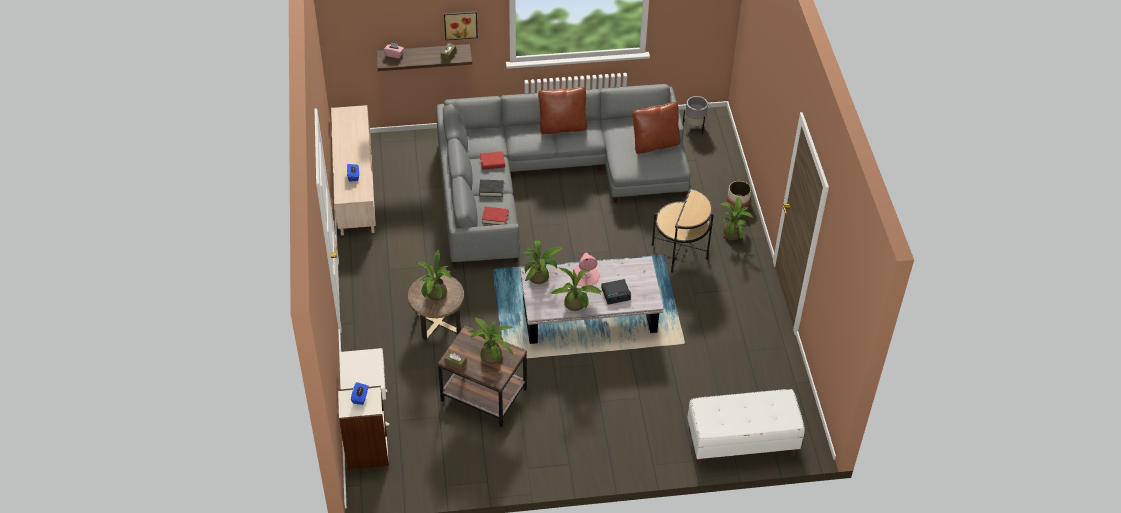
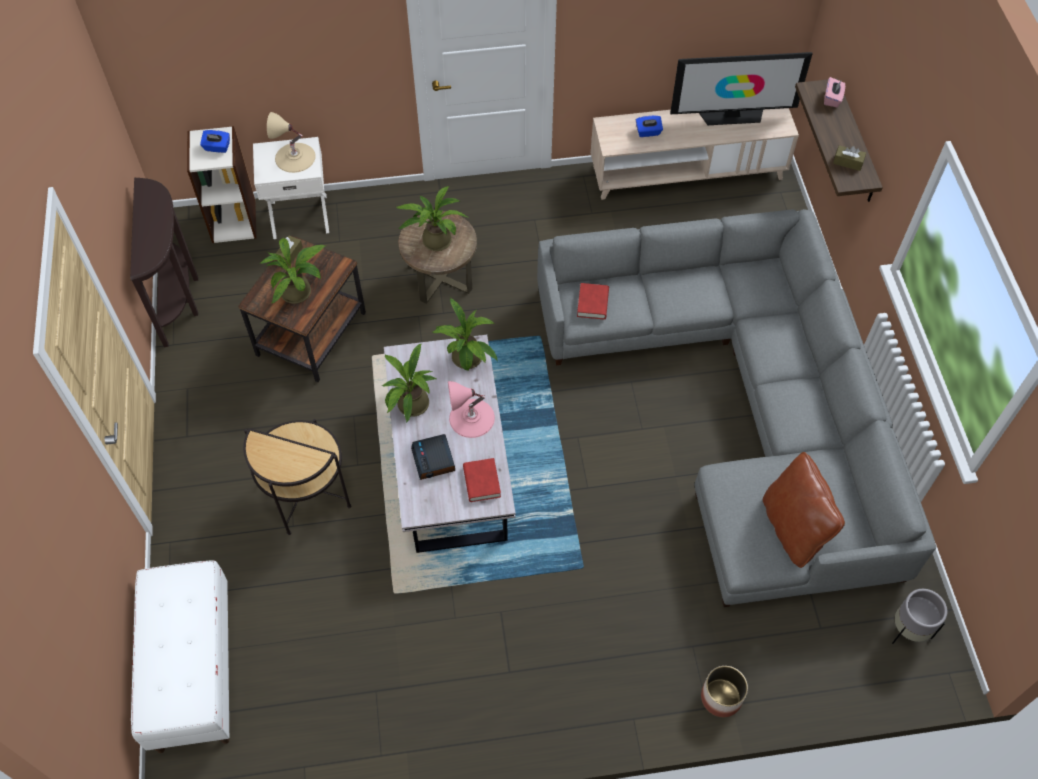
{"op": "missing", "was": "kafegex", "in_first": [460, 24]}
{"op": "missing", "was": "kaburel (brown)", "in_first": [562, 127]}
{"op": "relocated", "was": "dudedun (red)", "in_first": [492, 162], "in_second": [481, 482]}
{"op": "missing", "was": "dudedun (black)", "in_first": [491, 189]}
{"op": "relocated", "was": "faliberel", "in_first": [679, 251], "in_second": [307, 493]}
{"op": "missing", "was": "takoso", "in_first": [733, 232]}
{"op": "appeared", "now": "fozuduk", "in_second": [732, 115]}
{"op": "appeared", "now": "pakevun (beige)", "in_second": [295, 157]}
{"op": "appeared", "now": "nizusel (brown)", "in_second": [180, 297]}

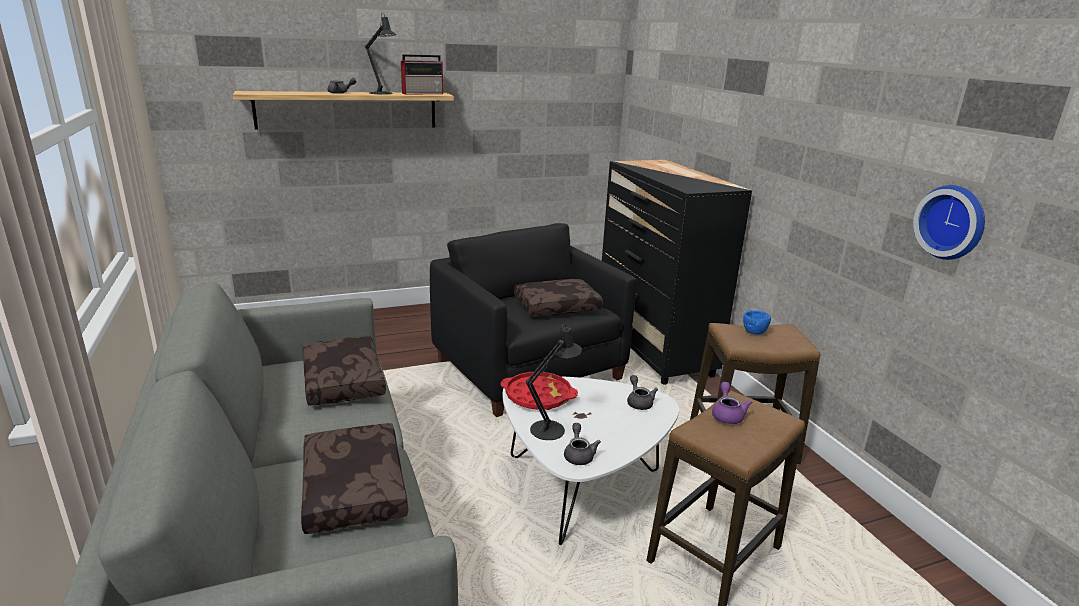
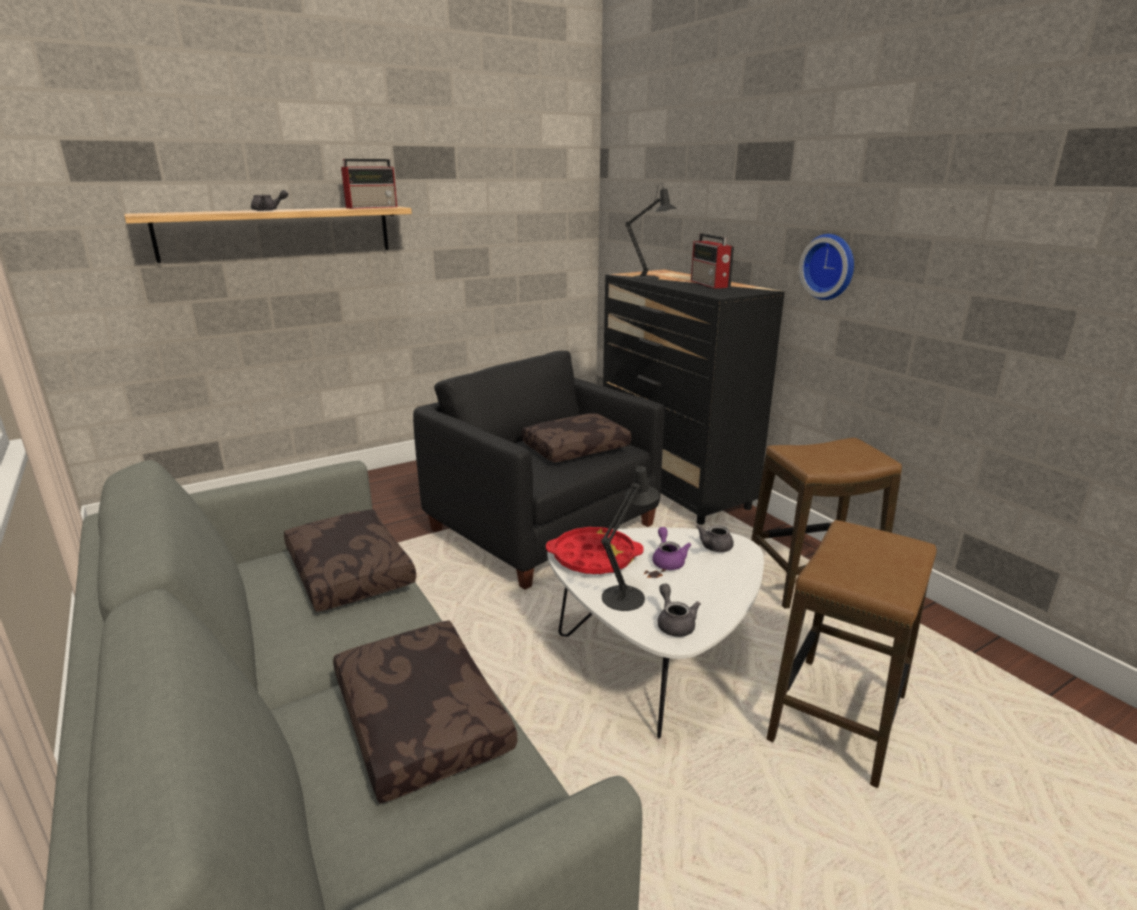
{"op": "relocated", "was": "pakevun (black)", "in_first": [383, 93], "in_second": [649, 278]}
{"op": "relocated", "was": "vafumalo", "in_first": [953, 222], "in_second": [830, 266]}
{"op": "missing", "was": "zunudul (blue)", "in_first": [754, 331]}
{"op": "spun", "was": "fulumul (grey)", "in_first": [639, 402], "in_second": [713, 548], "clockwise": -120}
{"op": "relocated", "was": "fulumul (purple)", "in_first": [727, 414], "in_second": [668, 560]}
{"op": "appeared", "now": "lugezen", "in_second": [710, 284]}

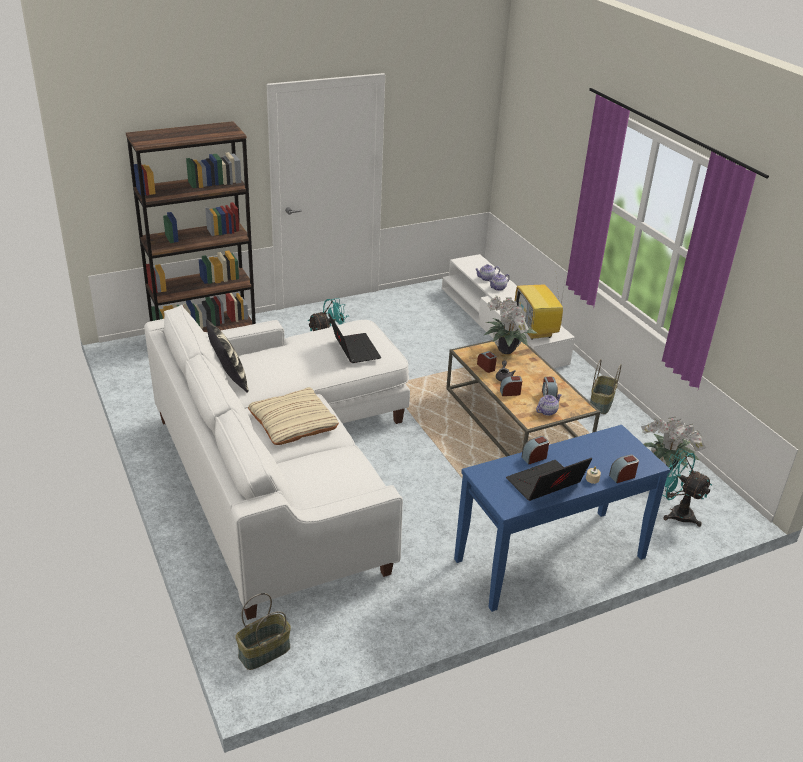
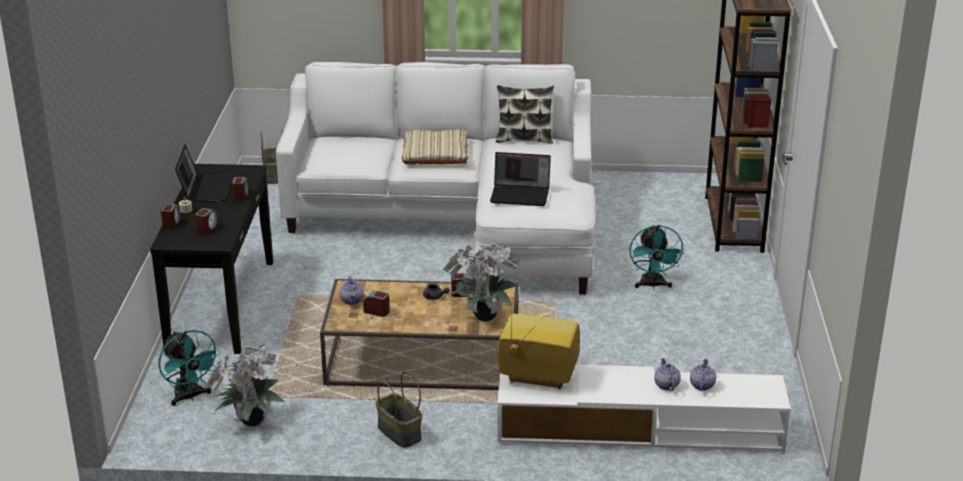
{"op": "relocated", "was": "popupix", "in_first": [510, 392], "in_second": [207, 228]}
{"op": "colour", "was": "nizusel (blue)", "now": "nizusel (black)", "in_first": [550, 559], "in_second": [220, 304]}
{"op": "spun", "was": "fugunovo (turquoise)", "in_first": [675, 512], "in_second": [190, 397], "clockwise": 75}

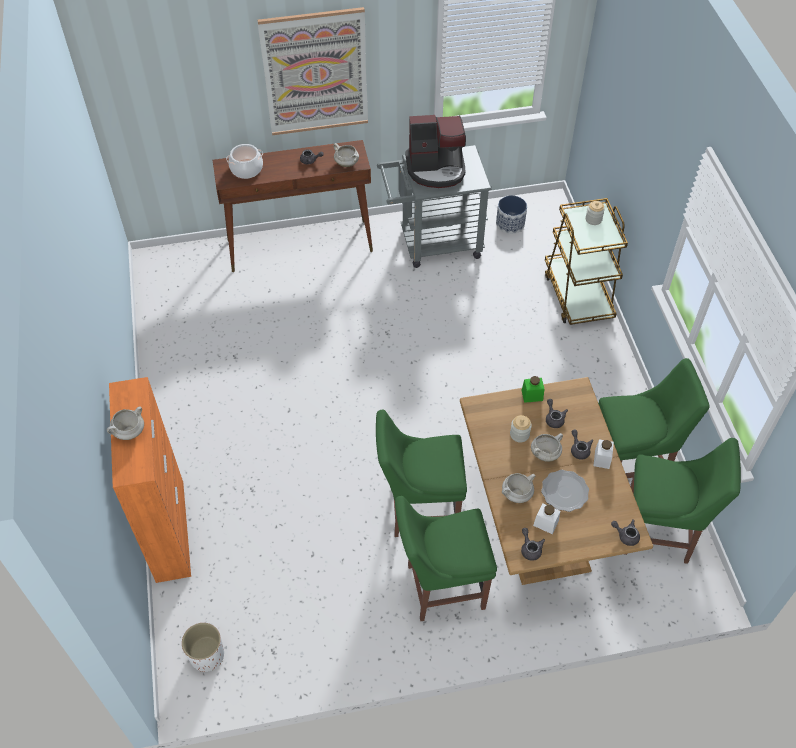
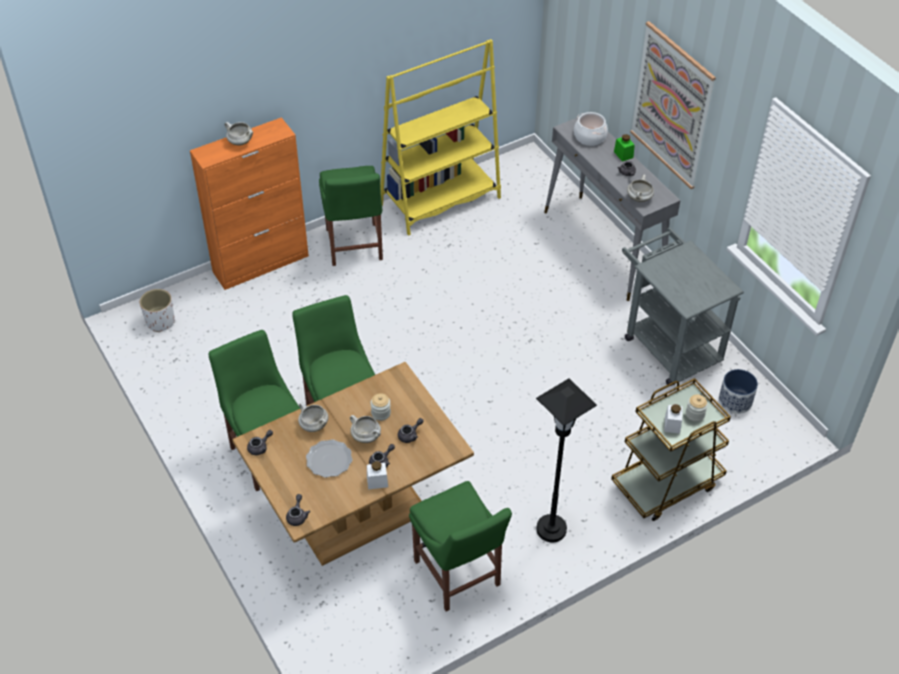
{"op": "missing", "was": "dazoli", "in_first": [436, 169]}
{"op": "colour", "was": "nizusel (brown)", "now": "nizusel (grey)", "in_first": [300, 245], "in_second": [604, 247]}
{"op": "relocated", "was": "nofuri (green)", "in_first": [532, 395], "in_second": [623, 154]}
{"op": "relocated", "was": "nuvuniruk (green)", "in_first": [660, 533], "in_second": [354, 247]}
{"op": "relocated", "was": "nofuri (white)", "in_first": [545, 523], "in_second": [672, 425]}
{"op": "appeared", "now": "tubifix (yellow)", "in_second": [440, 201]}
{"op": "appeared", "now": "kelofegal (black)", "in_second": [551, 529]}

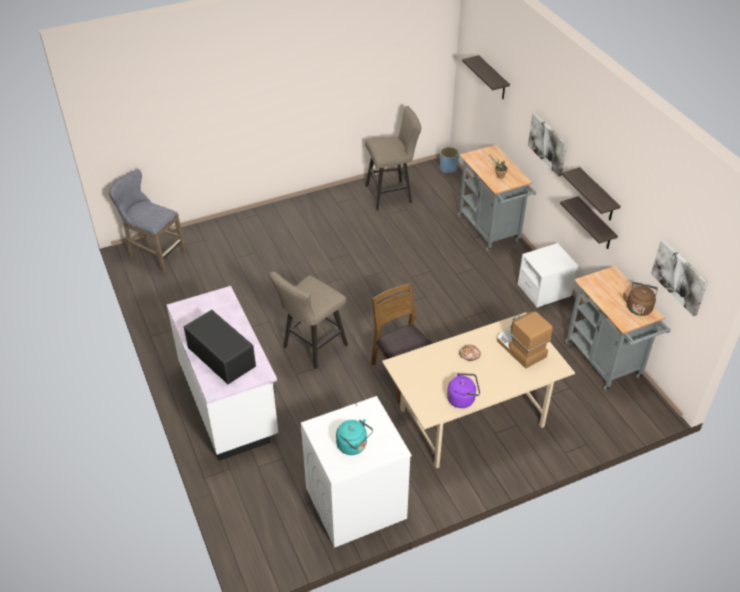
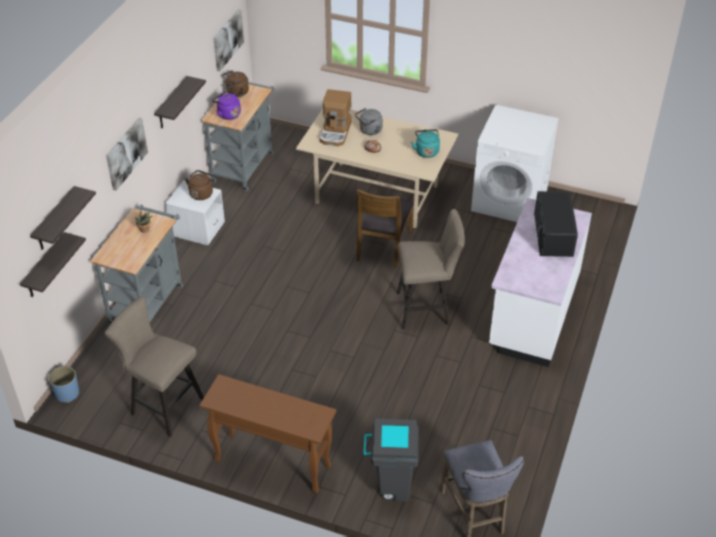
{"op": "relocated", "was": "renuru", "in_first": [595, 224], "in_second": [45, 267]}
{"op": "relocated", "was": "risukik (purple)", "in_first": [462, 399], "in_second": [228, 114]}
{"op": "relocated", "was": "risukik (turquoise)", "in_first": [353, 446], "in_second": [426, 151]}
{"op": "appeared", "now": "risukik (grey)", "in_second": [369, 131]}
{"op": "appeared", "now": "risukik (brown)", "in_second": [202, 193]}
{"op": "appeared", "now": "nizusel (brown)", "in_second": [271, 463]}
{"op": "appeared", "now": "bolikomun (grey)", "in_second": [391, 487]}

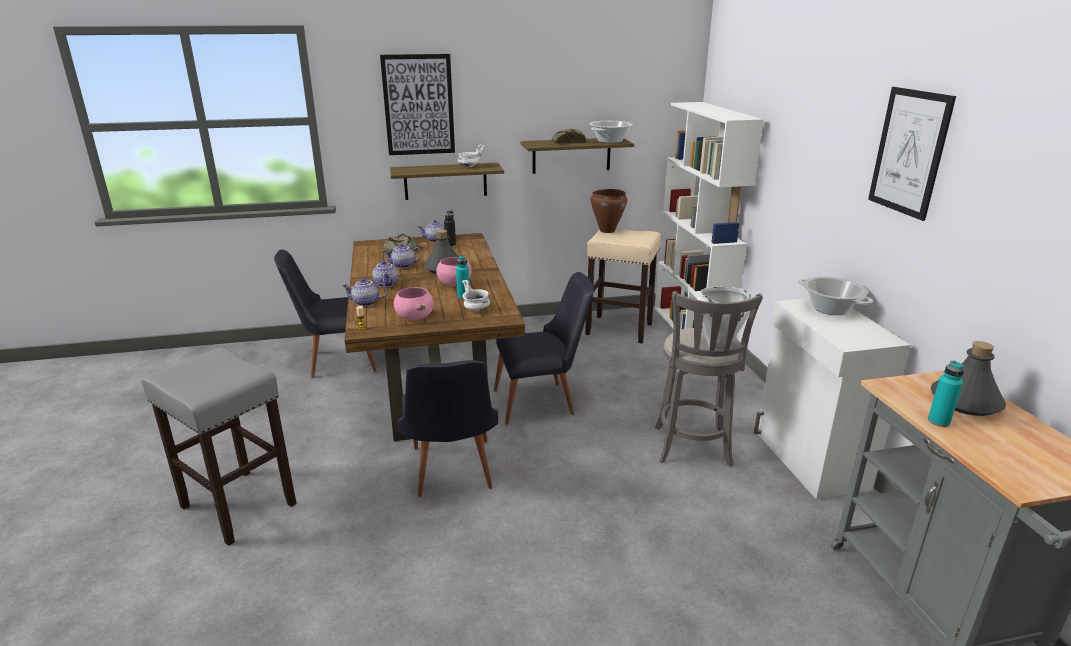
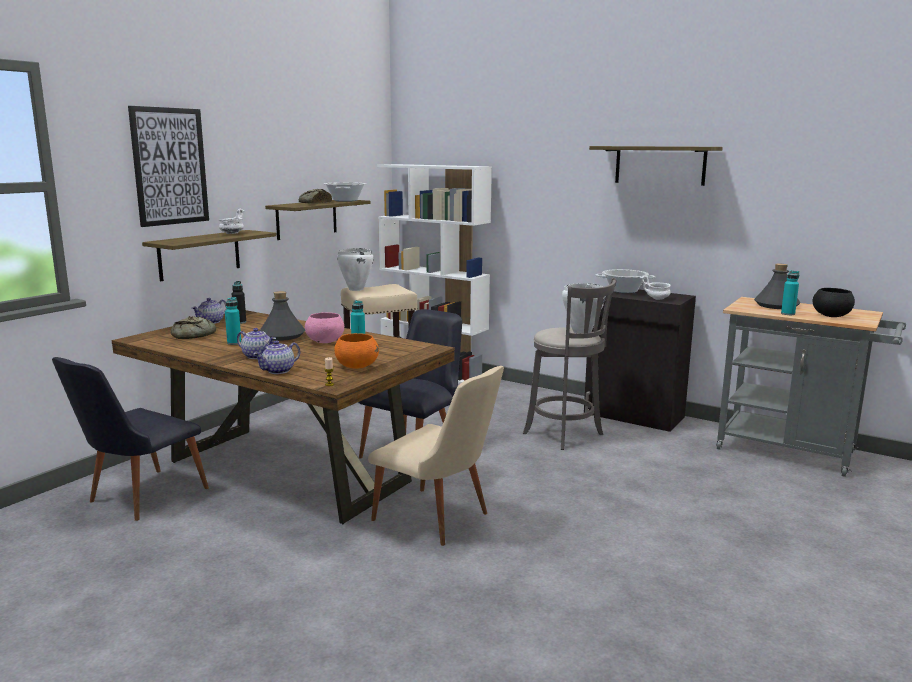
{"op": "exchanged", "was": "kafegex", "now": "renuru", "in_first": [909, 152], "in_second": [660, 165]}
{"op": "colour", "was": "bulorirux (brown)", "now": "bulorirux (white)", "in_first": [606, 231], "in_second": [355, 289]}
{"op": "exchanged", "was": "fulumul", "now": "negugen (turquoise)", "in_first": [403, 266], "in_second": [234, 343]}
{"op": "relocated", "was": "zunudul (white)", "in_first": [475, 309], "in_second": [657, 299]}
{"op": "colour", "was": "zunudul (pink)", "now": "zunudul (orange)", "in_first": [415, 317], "in_second": [356, 366]}
{"op": "colour", "was": "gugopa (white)", "now": "gugopa (black)", "in_first": [809, 460], "in_second": [633, 415]}
{"op": "missing", "was": "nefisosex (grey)", "in_first": [237, 505]}
{"op": "colour", "was": "nuvuniruk (black)", "now": "nuvuniruk (beige)", "in_first": [452, 474], "in_second": [439, 520]}
{"op": "appeared", "now": "zunudul (black)", "in_second": [831, 316]}

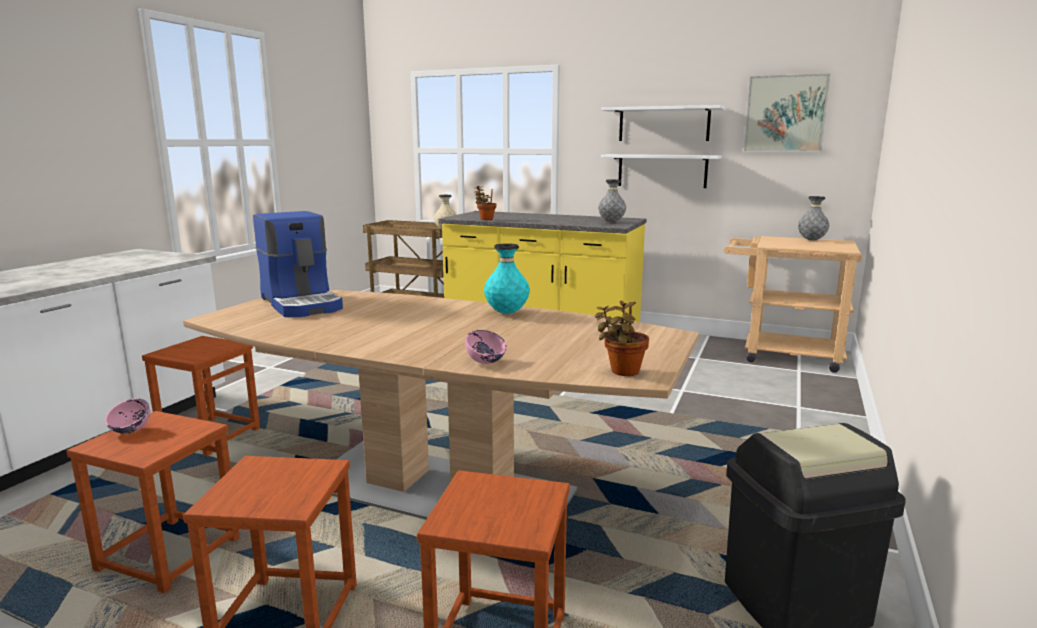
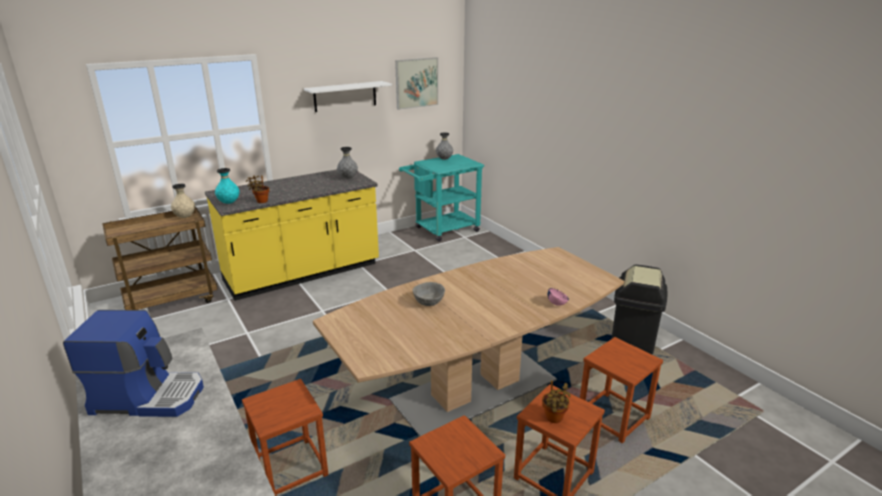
{"op": "missing", "was": "renuru (white)", "in_first": [662, 170]}
{"op": "relocated", "was": "dazoli", "in_first": [303, 303], "in_second": [149, 396]}
{"op": "colour", "was": "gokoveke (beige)", "now": "gokoveke (turquoise)", "in_first": [781, 355], "in_second": [442, 230]}
{"op": "relocated", "was": "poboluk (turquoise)", "in_first": [506, 313], "in_second": [229, 203]}
{"op": "relocated", "was": "takoso", "in_first": [622, 372], "in_second": [554, 419]}
{"op": "missing", "was": "zunudul (pink)", "in_first": [130, 431]}
{"op": "appeared", "now": "zunudul (grey)", "in_second": [429, 302]}

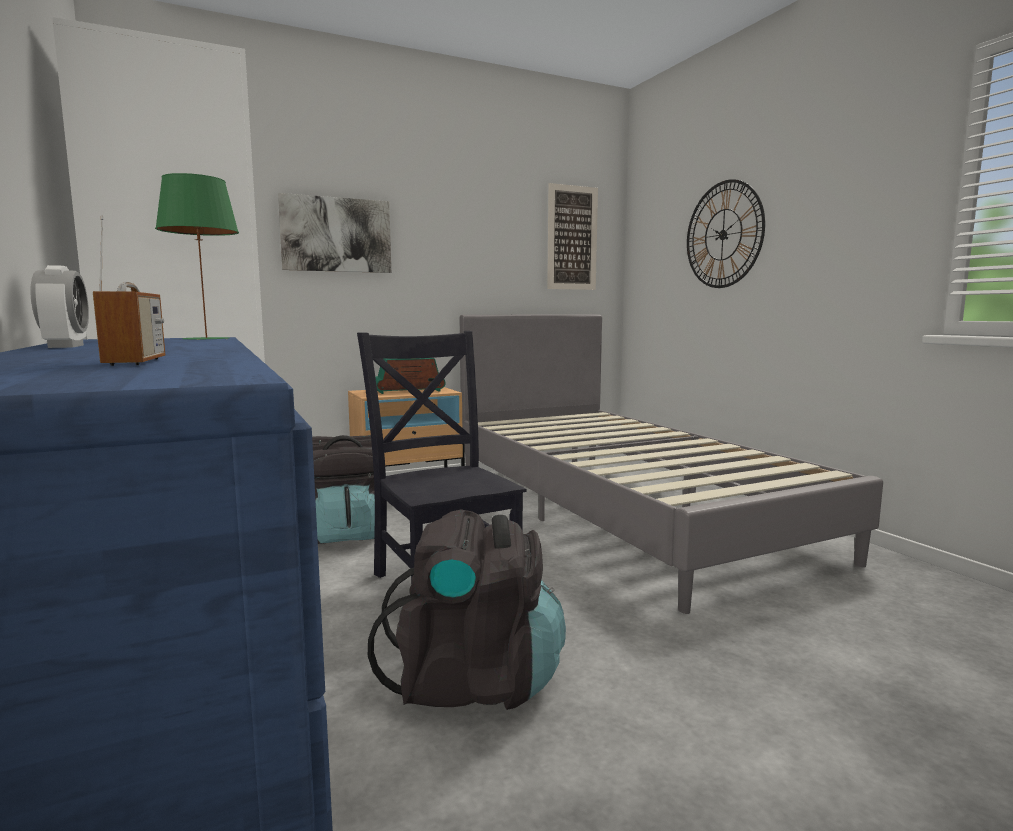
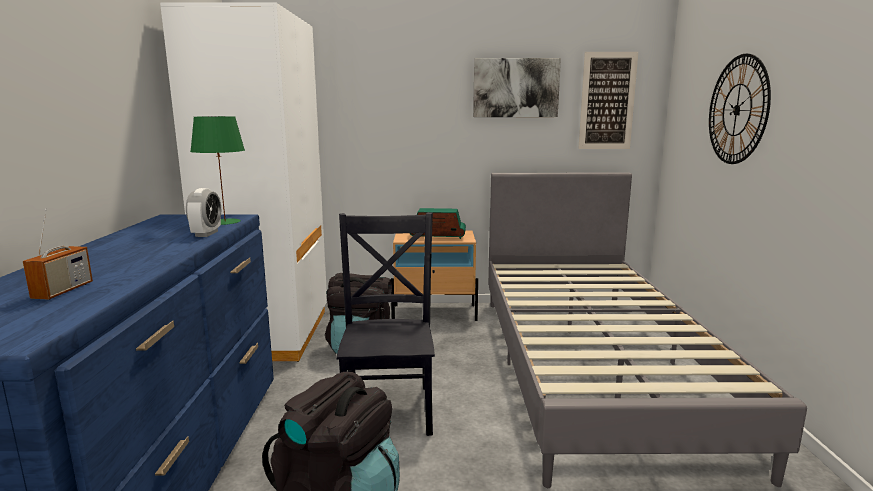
{"op": "relocated", "was": "kafegex", "in_first": [336, 235], "in_second": [516, 88]}
{"op": "relocated", "was": "popupix", "in_first": [66, 346], "in_second": [206, 234]}

